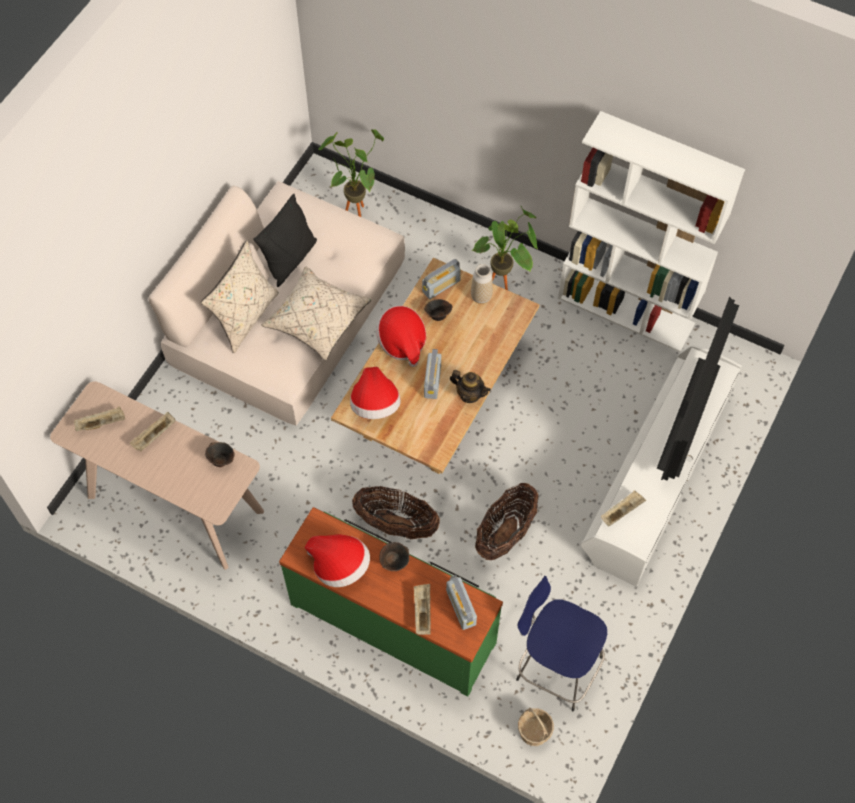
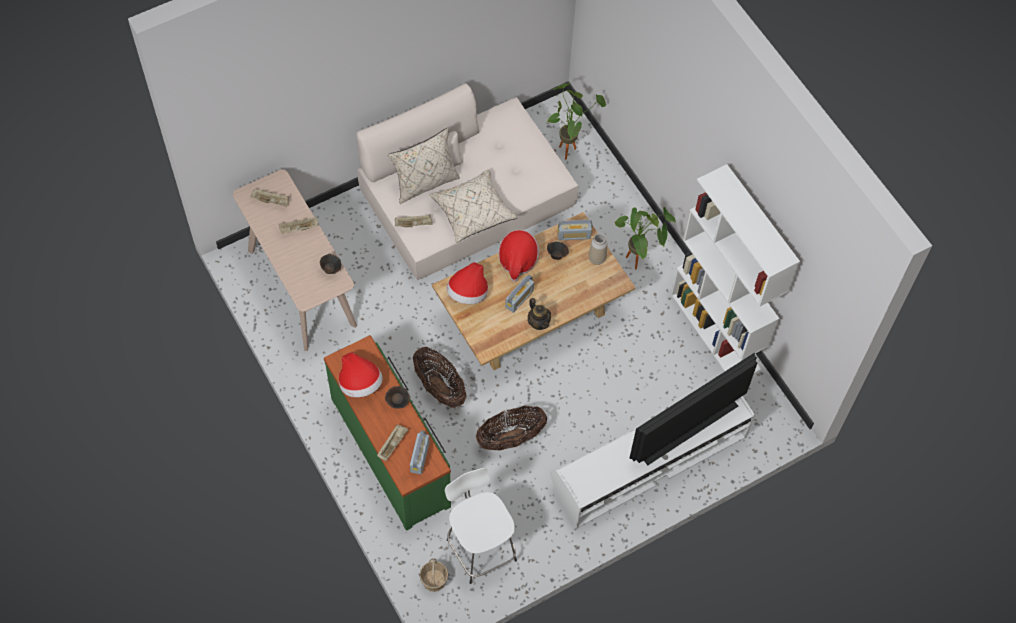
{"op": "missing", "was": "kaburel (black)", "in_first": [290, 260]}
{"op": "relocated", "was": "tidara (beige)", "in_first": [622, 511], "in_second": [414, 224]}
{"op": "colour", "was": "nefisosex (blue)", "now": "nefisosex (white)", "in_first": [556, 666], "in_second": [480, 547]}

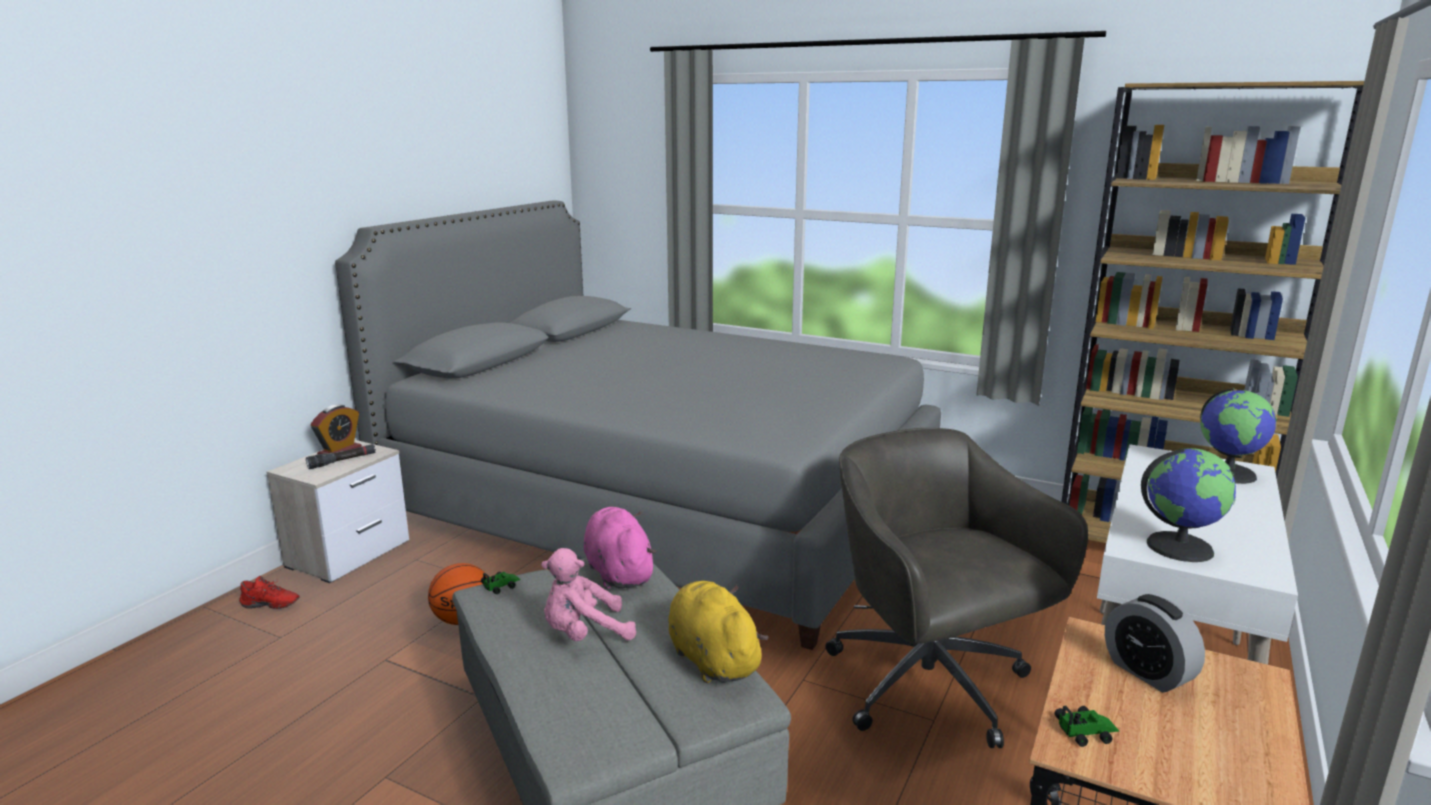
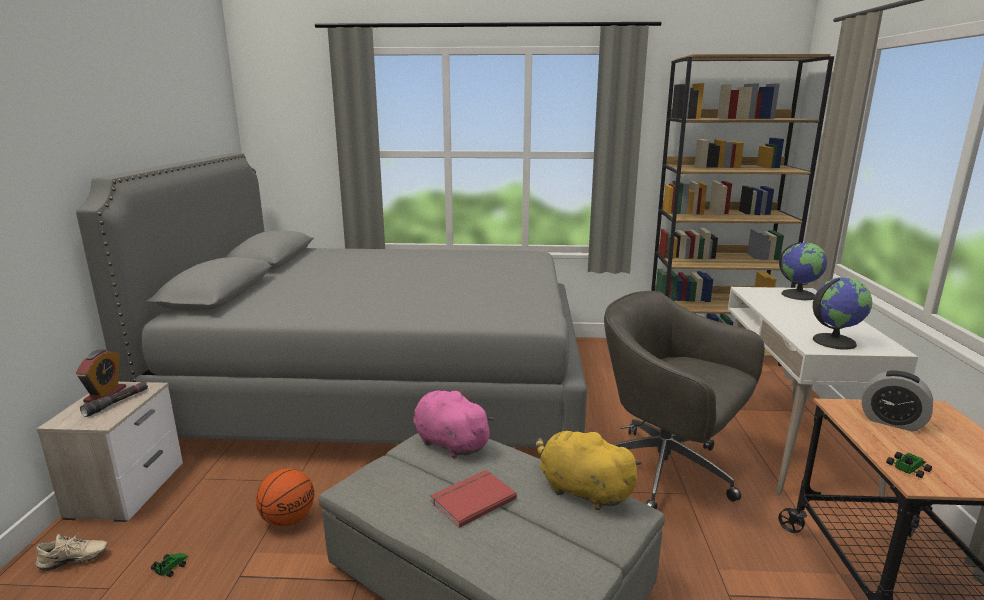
{"op": "exchanged", "was": "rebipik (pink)", "now": "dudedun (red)", "in_first": [584, 634], "in_second": [471, 499]}
{"op": "relocated", "was": "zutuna", "in_first": [502, 584], "in_second": [172, 565]}
{"op": "colour", "was": "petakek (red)", "now": "petakek (beige)", "in_first": [269, 607], "in_second": [73, 562]}

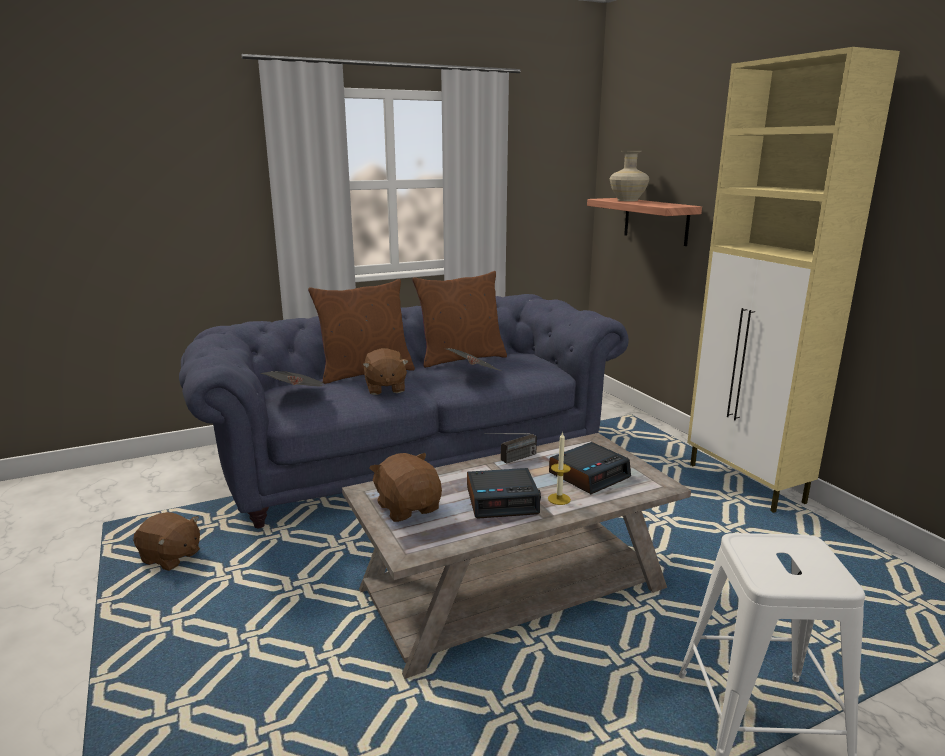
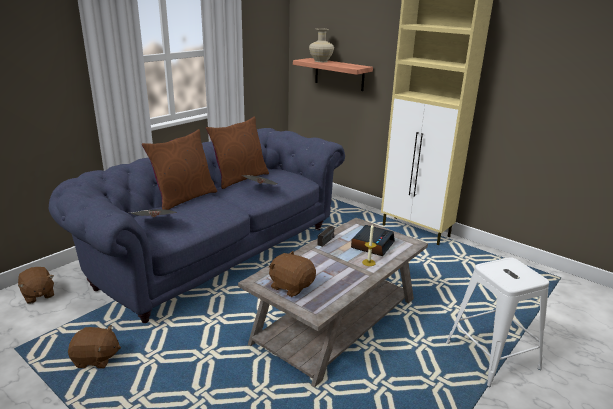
{"op": "relocated", "was": "rebipik (brown)", "in_first": [385, 388], "in_second": [38, 295]}
{"op": "missing", "was": "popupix", "in_first": [502, 500]}

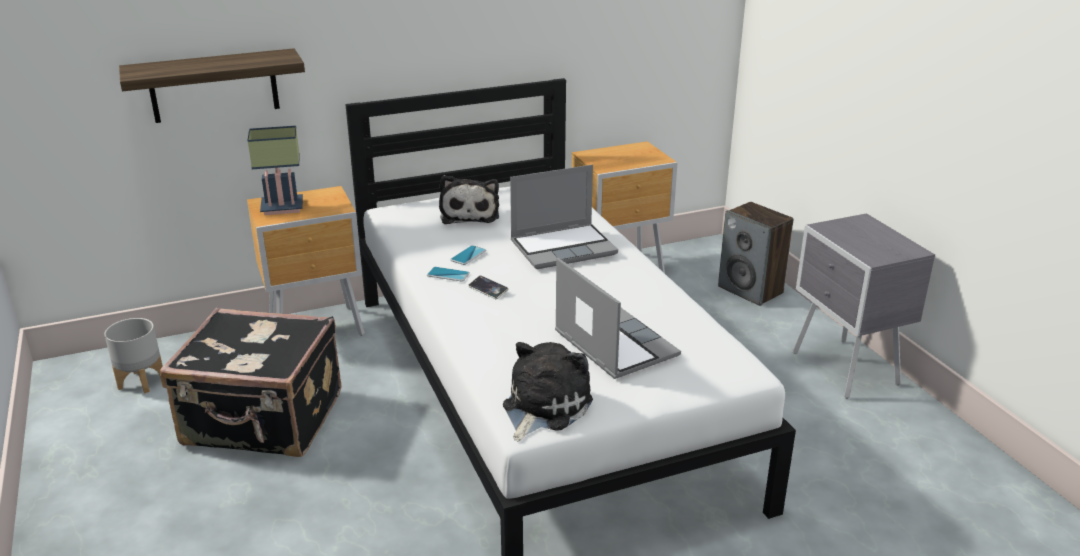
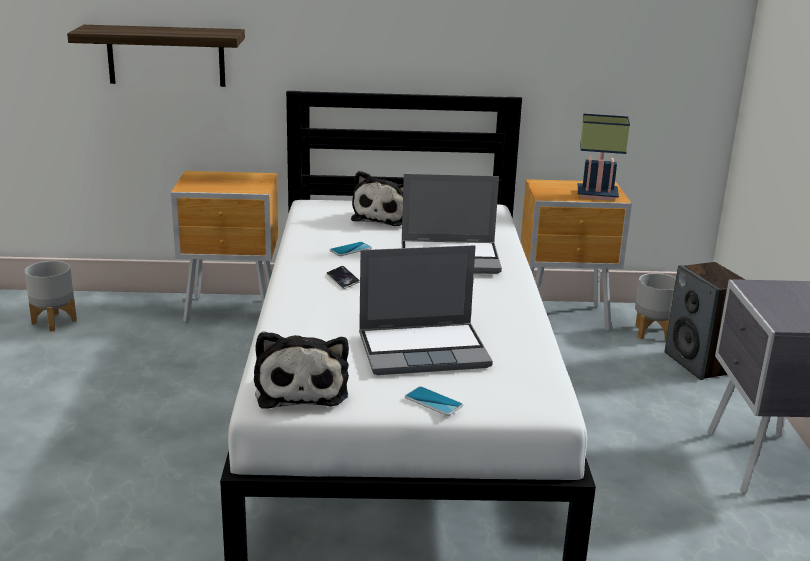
{"op": "relocated", "was": "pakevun", "in_first": [284, 207], "in_second": [598, 194]}
{"op": "spun", "was": "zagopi", "in_first": [613, 344], "in_second": [424, 350], "clockwise": 90}
{"op": "relocated", "was": "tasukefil", "in_first": [448, 275], "in_second": [433, 402]}
{"op": "missing", "was": "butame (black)", "in_first": [263, 421]}
{"op": "spun", "was": "rebipik", "in_first": [543, 407], "in_second": [301, 388], "clockwise": 120}
{"op": "appeared", "now": "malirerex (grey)", "in_second": [652, 333]}

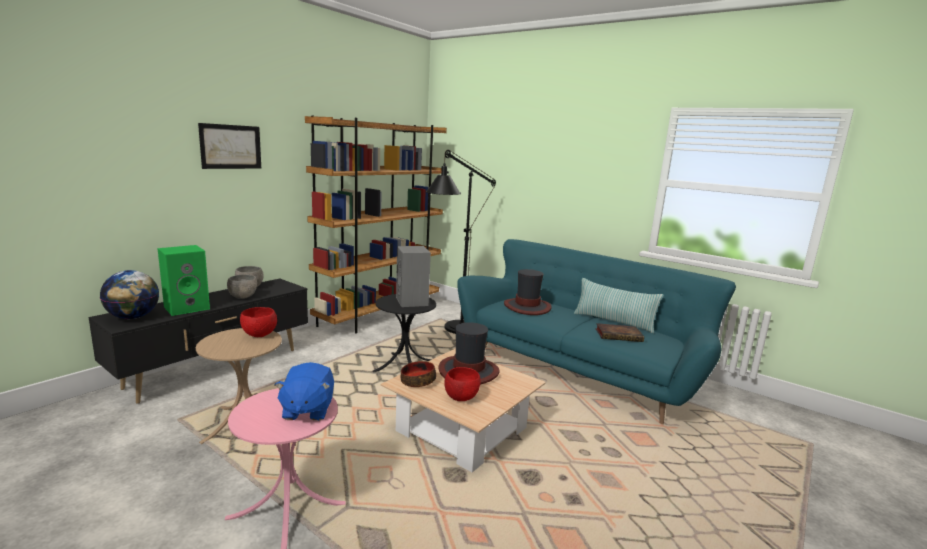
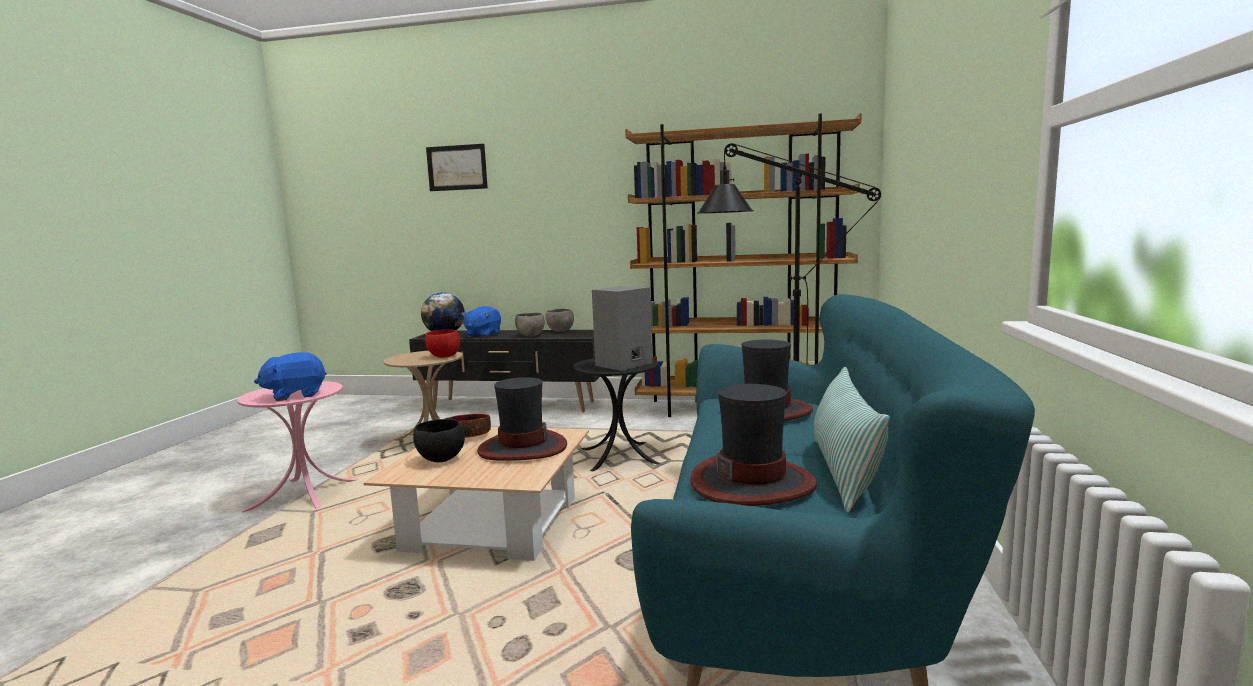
{"op": "relocated", "was": "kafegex", "in_first": [231, 146], "in_second": [457, 167]}
{"op": "exchanged", "was": "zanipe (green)", "now": "rebipik (blue)", "in_first": [187, 307], "in_second": [482, 335]}
{"op": "exchanged", "was": "dudedun", "now": "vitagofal", "in_first": [619, 335], "in_second": [752, 482]}
{"op": "colour", "was": "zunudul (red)", "now": "zunudul (black)", "in_first": [461, 398], "in_second": [442, 459]}

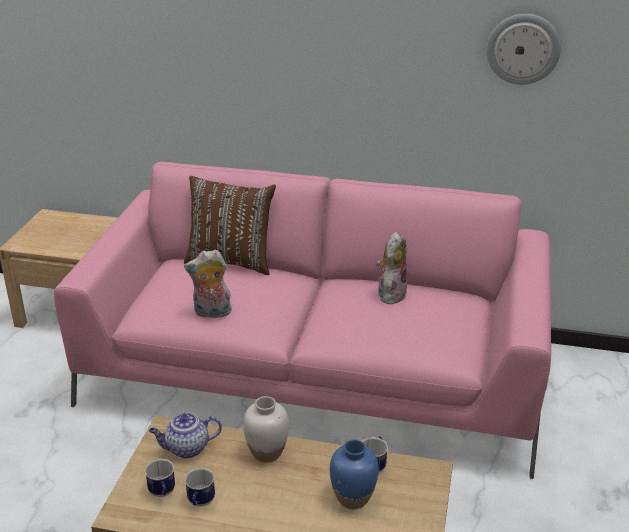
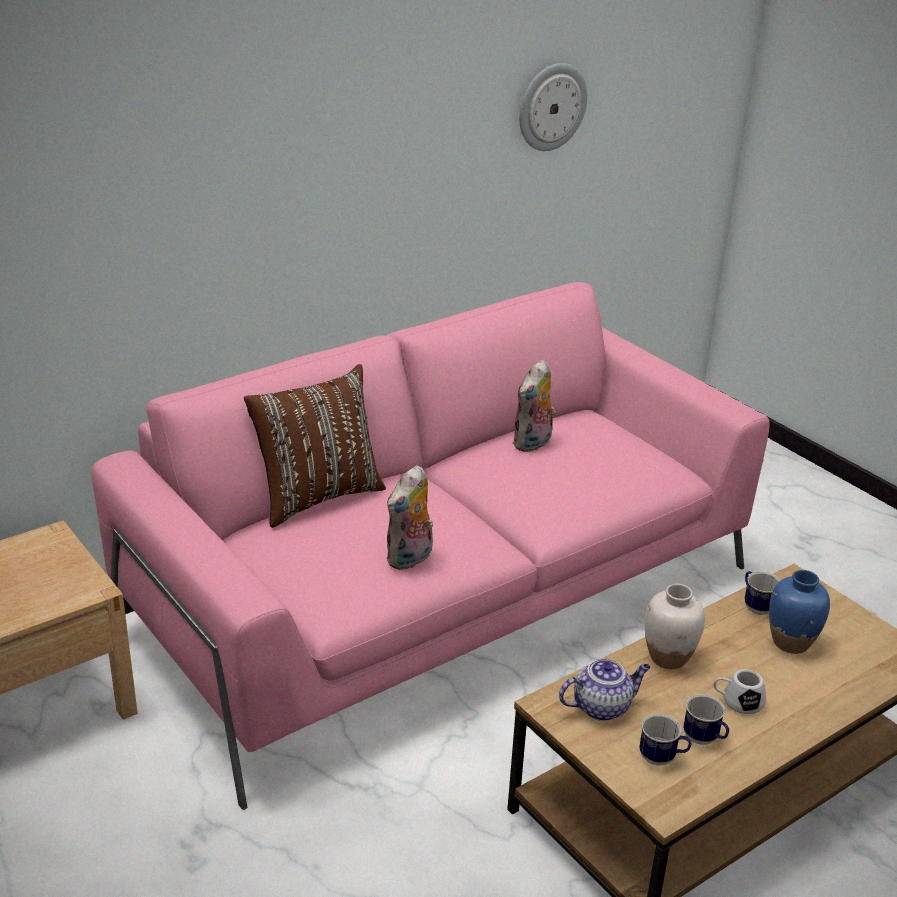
{"op": "spun", "was": "rebipik", "in_first": [390, 294], "in_second": [533, 444], "clockwise": -120}
{"op": "spun", "was": "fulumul", "in_first": [186, 449], "in_second": [602, 706], "clockwise": -135}
{"op": "appeared", "now": "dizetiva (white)", "in_second": [737, 701]}

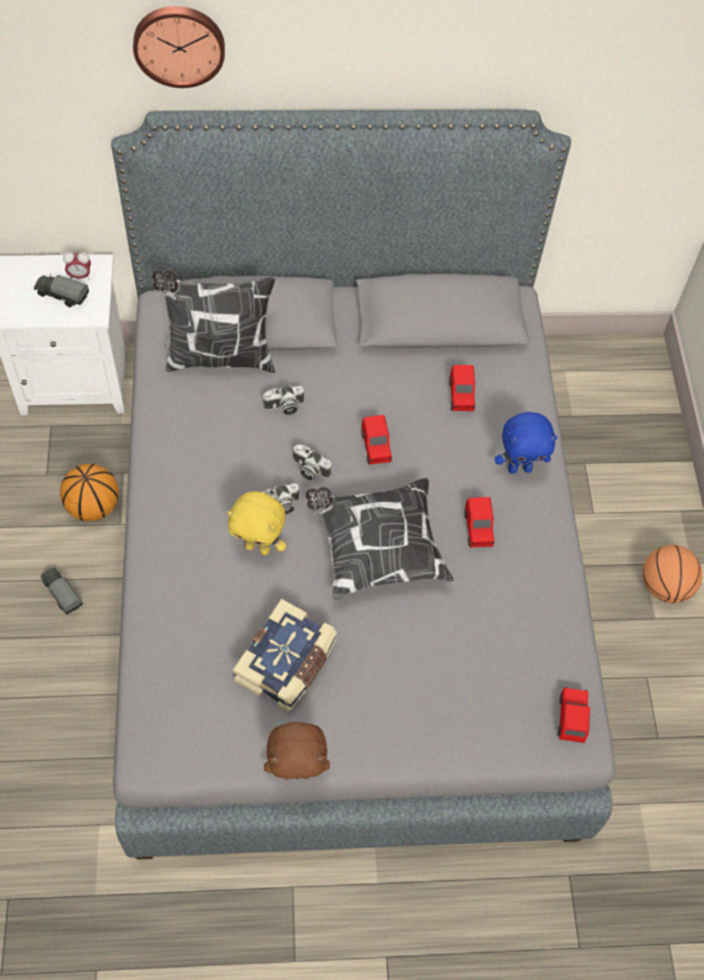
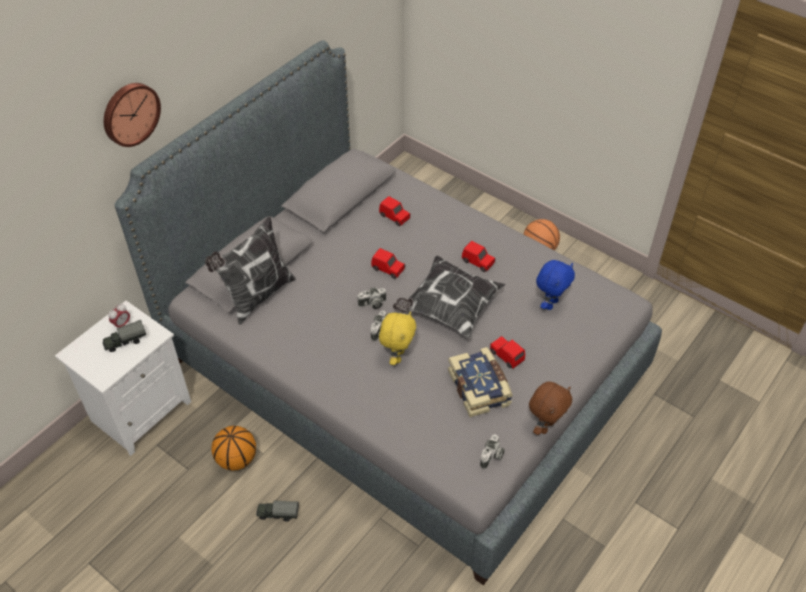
{"op": "relocated", "was": "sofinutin", "in_first": [284, 407], "in_second": [492, 457]}
{"op": "relocated", "was": "rebipik (blue)", "in_first": [520, 468], "in_second": [550, 304]}
{"op": "spun", "was": "rebipik (yellow)", "in_first": [258, 547], "in_second": [397, 356], "clockwise": -45}
{"op": "relocated", "was": "zutuna (red)", "in_first": [571, 718], "in_second": [506, 356]}

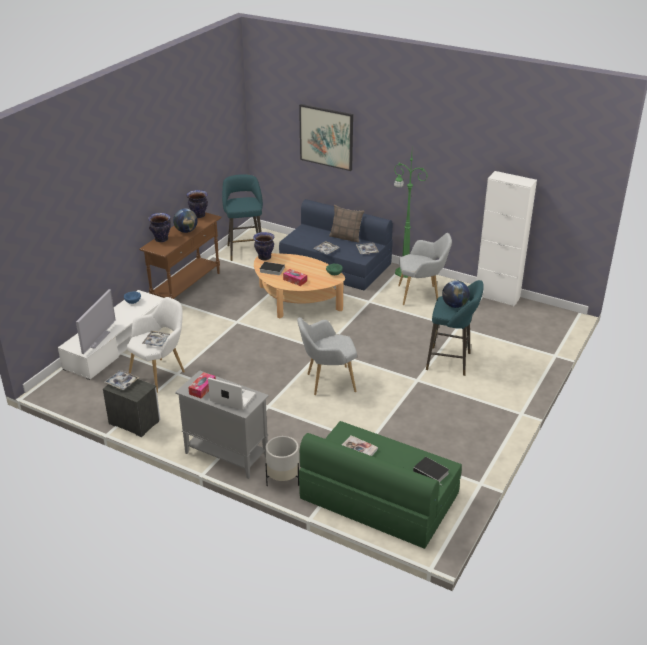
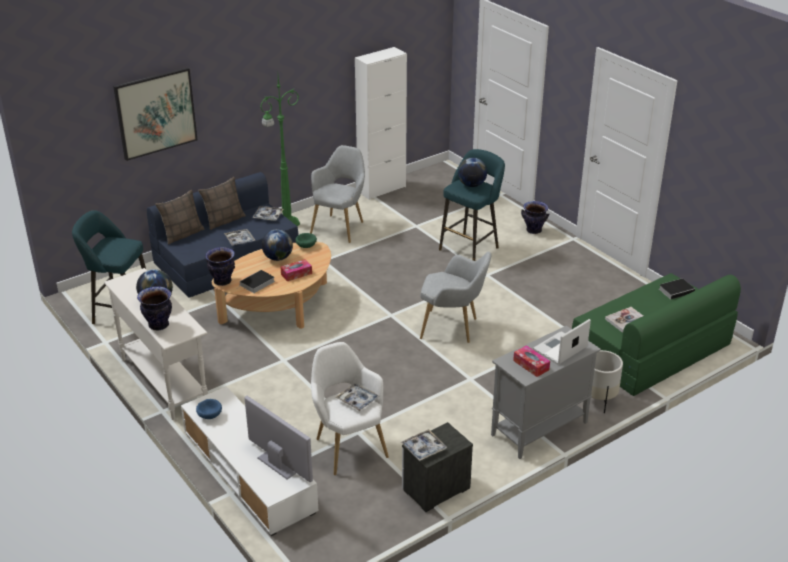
{"op": "relocated", "was": "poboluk", "in_first": [199, 215], "in_second": [534, 230]}
{"op": "colour", "was": "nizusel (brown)", "now": "nizusel (white)", "in_first": [186, 287], "in_second": [164, 381]}
{"op": "spun", "was": "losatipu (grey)", "in_first": [327, 382], "in_second": [453, 328], "clockwise": -90}
{"op": "appeared", "now": "kaburel", "in_second": [182, 234]}
{"op": "appeared", "now": "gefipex", "in_second": [278, 258]}

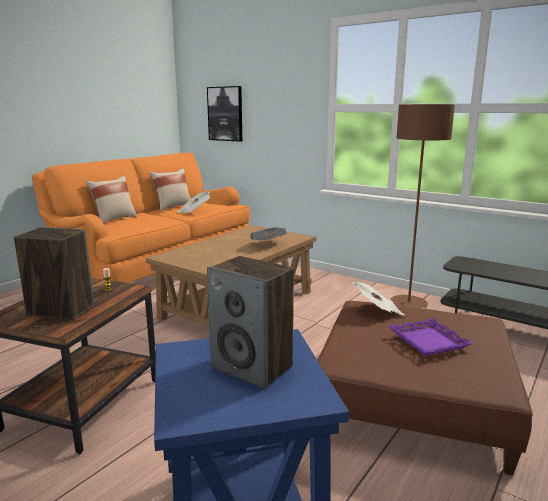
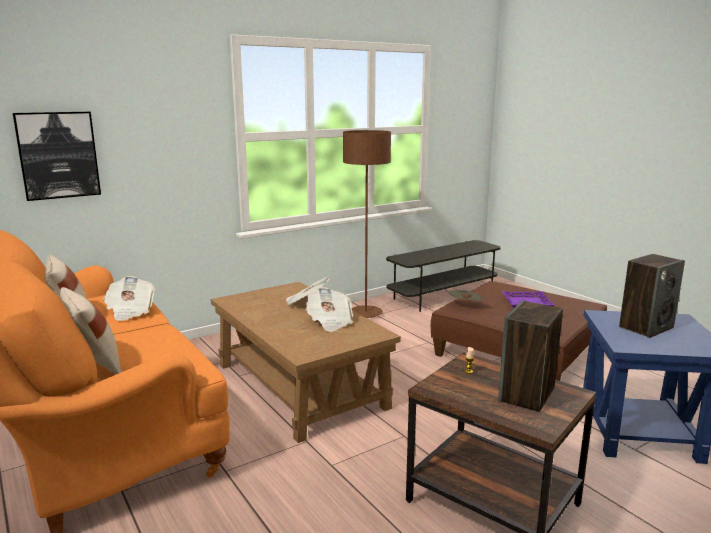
{"op": "appeared", "now": "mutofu", "in_second": [329, 322]}

